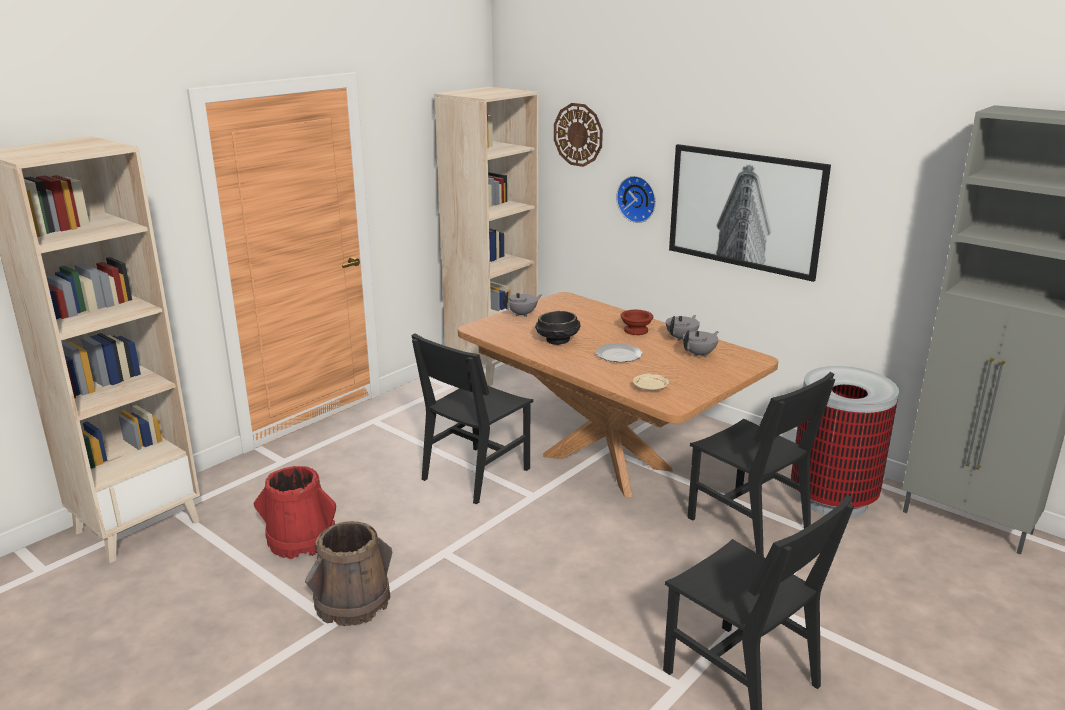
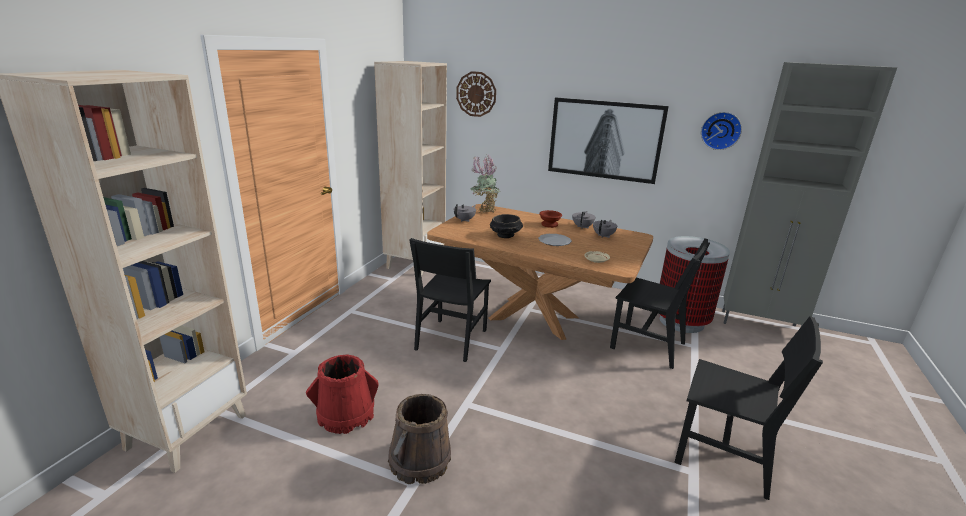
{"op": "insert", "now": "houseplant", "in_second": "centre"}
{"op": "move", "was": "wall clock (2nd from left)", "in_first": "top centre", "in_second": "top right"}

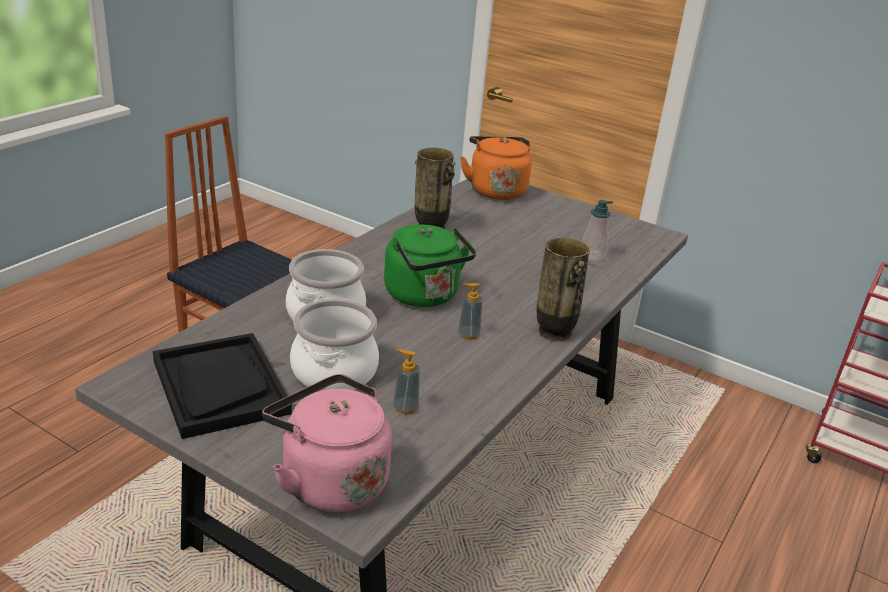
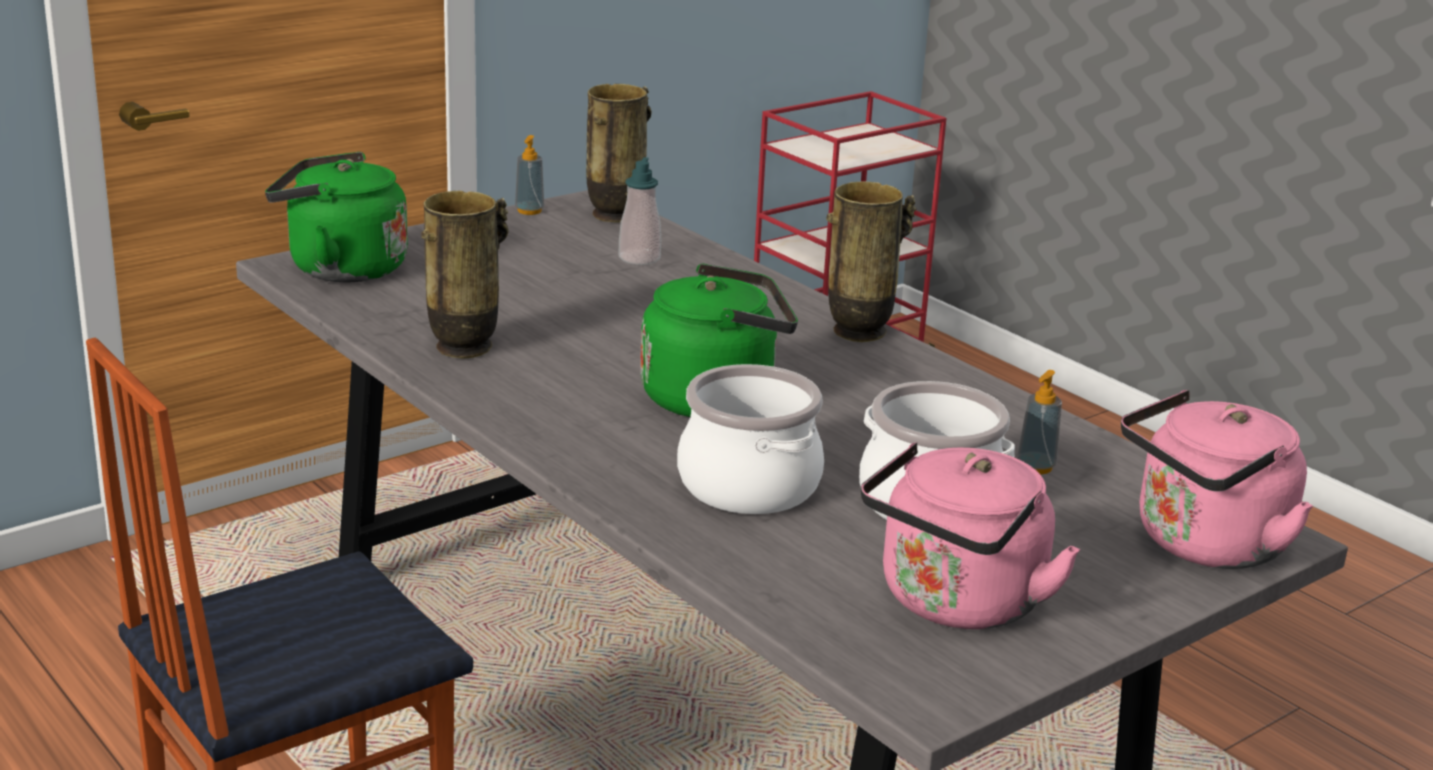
{"op": "insert", "now": "flower vase (2nd from left)", "in_second": "top centre"}
{"op": "move", "was": "soap dispenser (2nd from left in the first image)", "now": "soap dispenser (1st from left)", "in_first": "centre", "in_second": "top centre"}
{"op": "replace", "was": "blackish carrying tray", "now": "pink-coloured kettle (1st from left)", "in_first": "middle left", "in_second": "bottom right"}
{"op": "recolor", "was": "orangey kettle", "now": "greenish kettle (1st from left)", "in_first": "top centre", "in_second": "top left"}

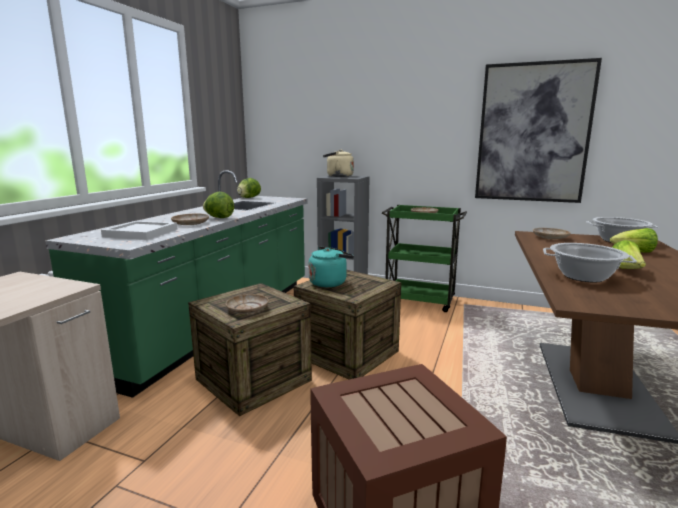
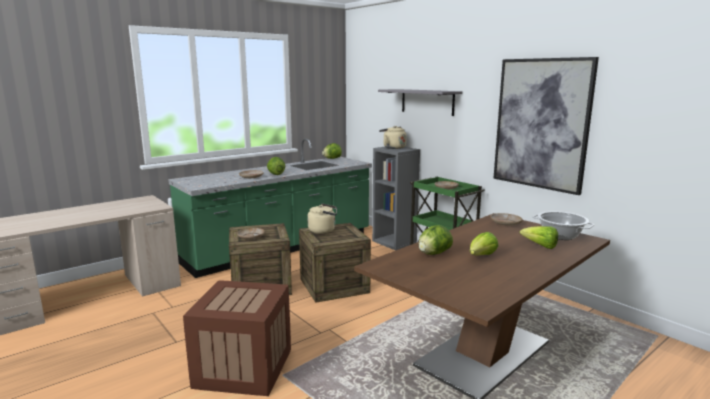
{"op": "delete", "was": "whitish carrying tray", "in_first": "middle left"}
{"op": "insert", "now": "gray wall shelf", "in_second": "top centre"}
{"op": "replace", "was": "stockpot (1st from left)", "now": "head of lettuce (3rd from left)", "in_first": "middle right", "in_second": "centre"}
{"op": "recolor", "was": "turquoise-coloured kettle", "now": "sand-coloured kettle (1st from left)", "in_first": "centre", "in_second": "centre"}

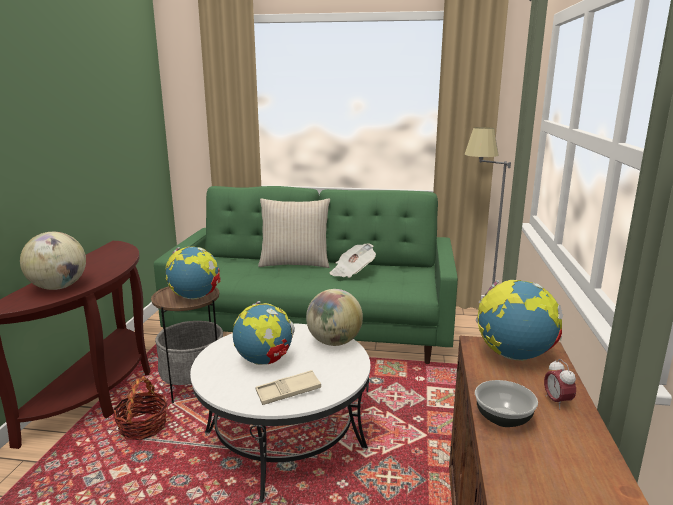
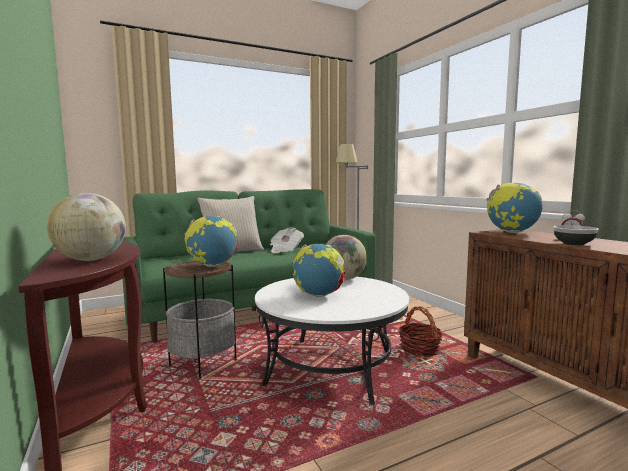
{"op": "delete", "was": "sand-coloured carrying tray", "in_first": "bottom centre"}
{"op": "move", "was": "household basket", "in_first": "bottom left", "in_second": "bottom right"}

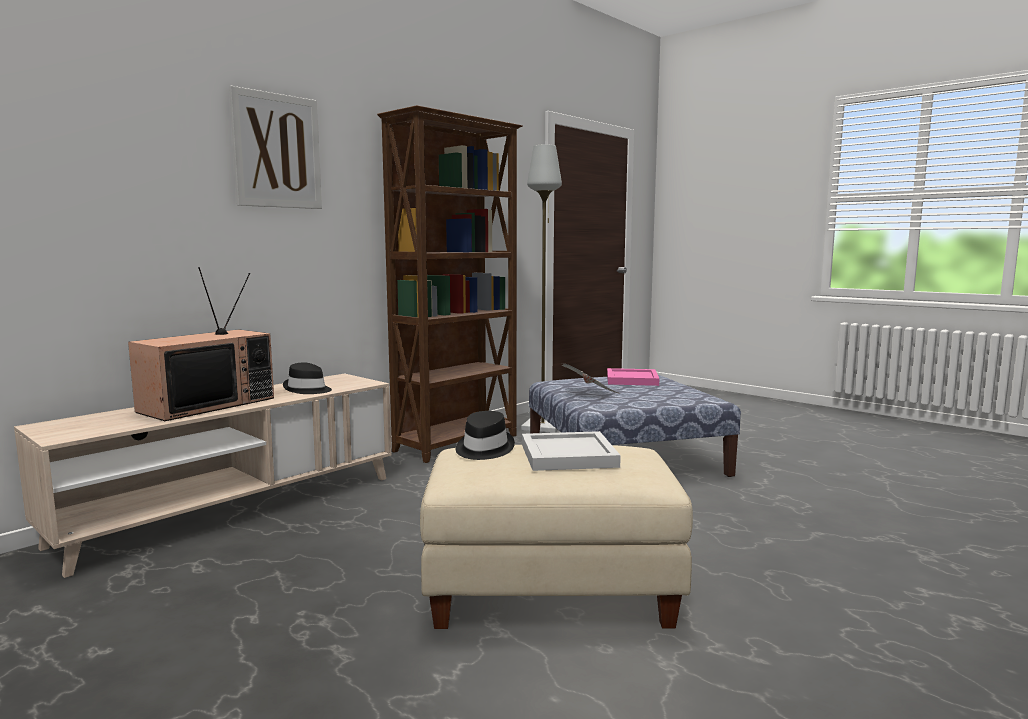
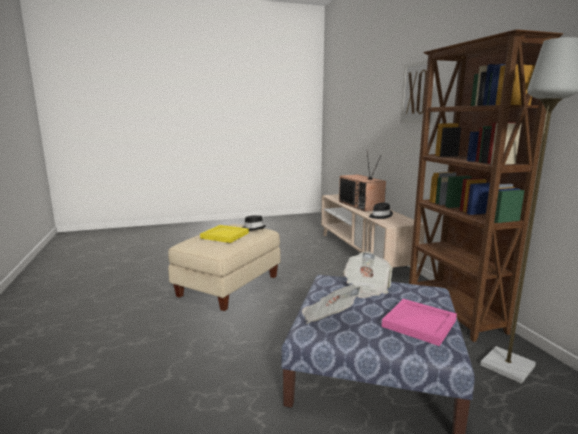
{"op": "insert", "now": "newspaper (1st from left)", "in_second": "bottom centre"}
{"op": "recolor", "was": "whitish carrying tray", "now": "yellowish carrying tray", "in_first": "centre", "in_second": "centre"}

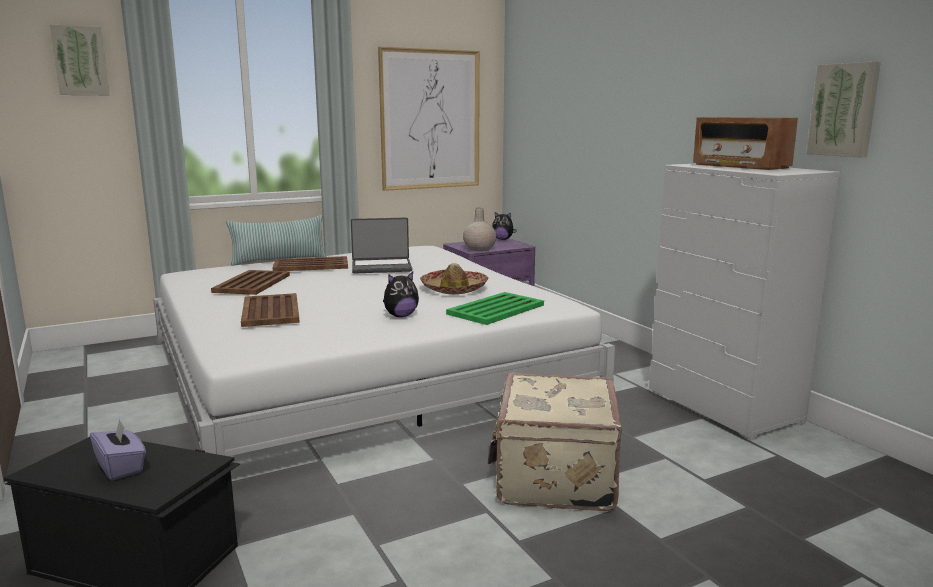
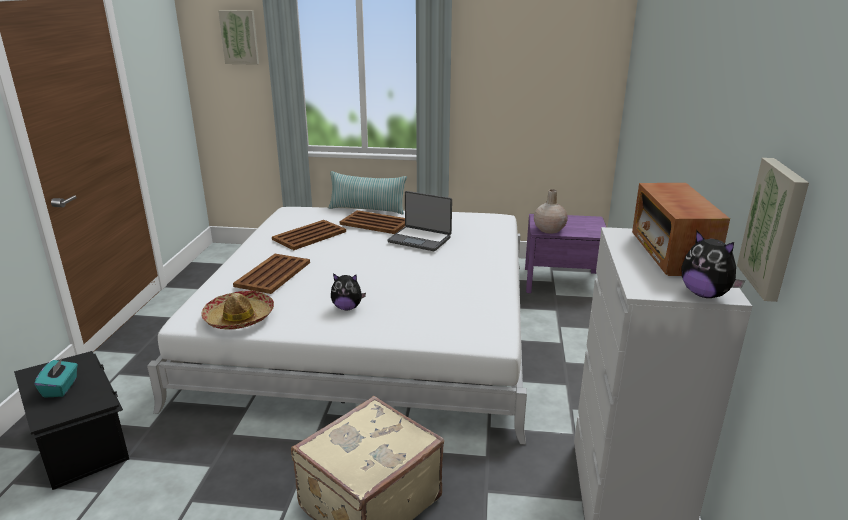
{"op": "delete", "was": "wall art (2nd from left)", "in_first": "top centre"}
{"op": "delete", "was": "greenish carrying tray", "in_first": "centre"}
{"op": "move", "was": "hat", "in_first": "centre", "in_second": "middle left"}
{"op": "move", "was": "cuddly toy (2nd from left)", "in_first": "centre", "in_second": "middle right"}
{"op": "recolor", "was": "purple-coloured tissue holder", "now": "turquoise-coloured tissue holder", "in_first": "bottom left", "in_second": "bottom left"}

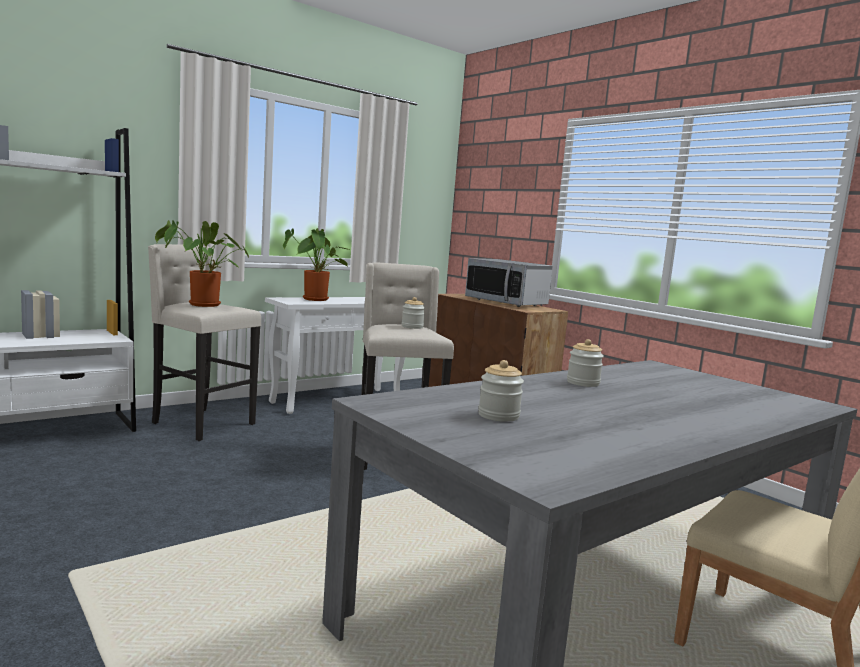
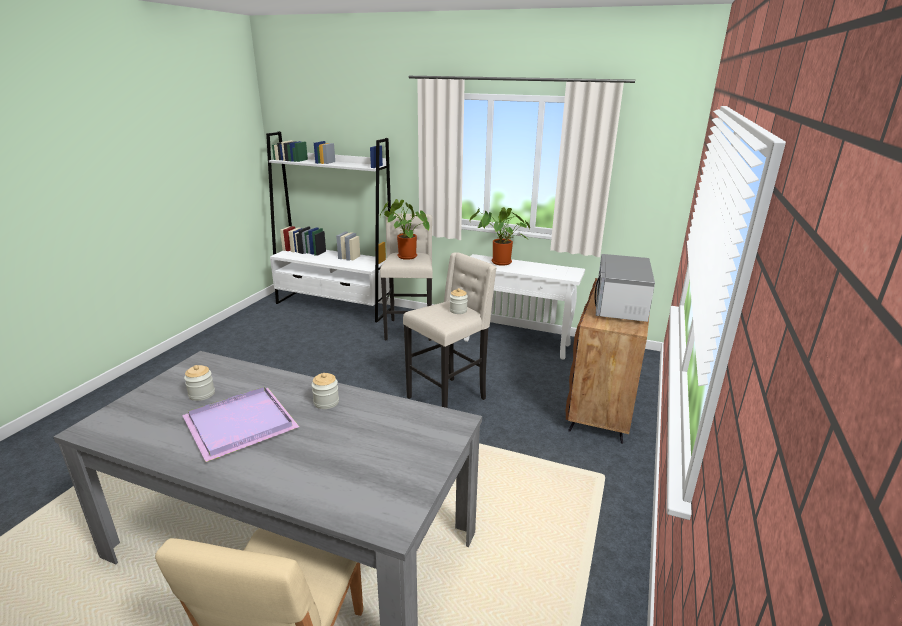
{"op": "insert", "now": "purple-coloured carrying tray", "in_second": "bottom left"}

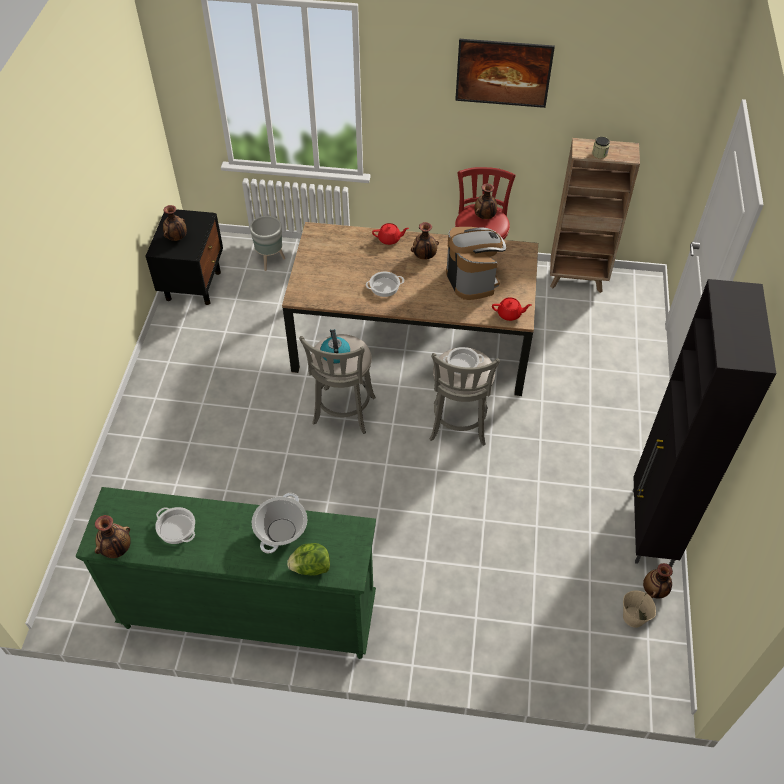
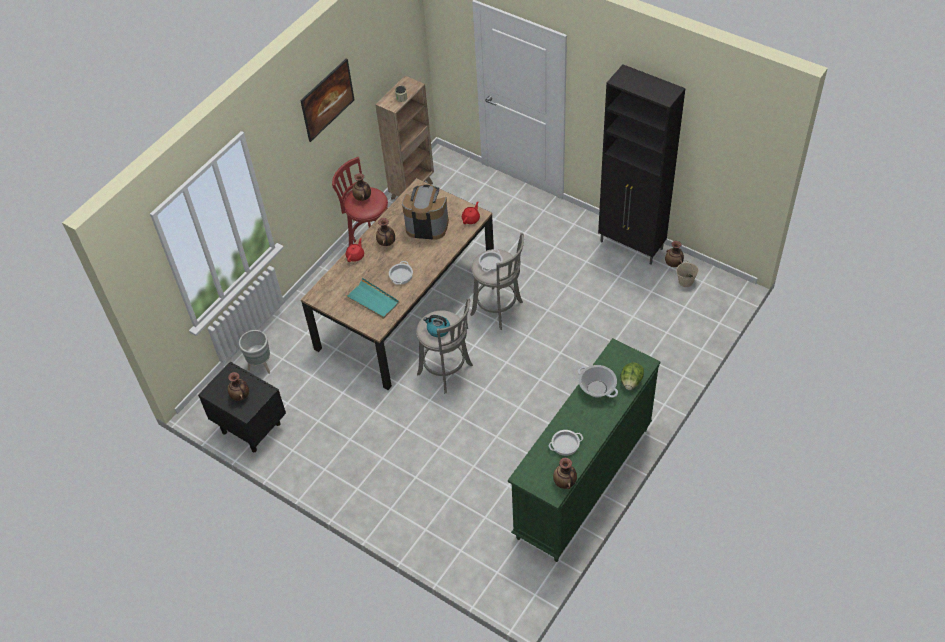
{"op": "insert", "now": "turquoise-coloured carrying tray", "in_second": "centre"}

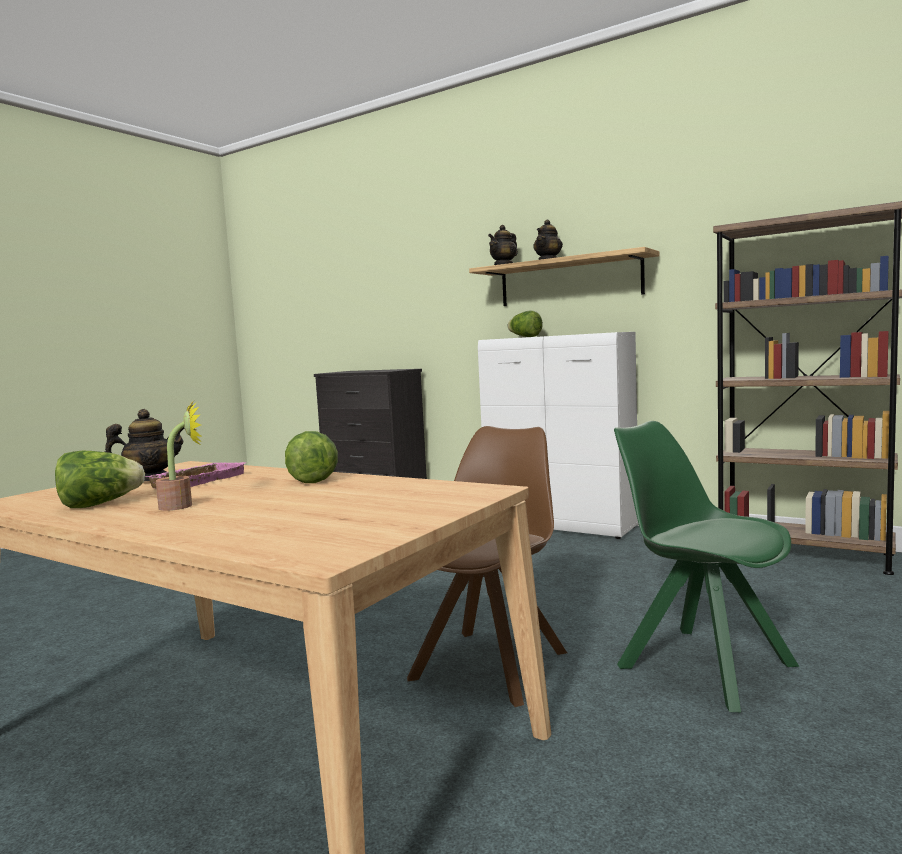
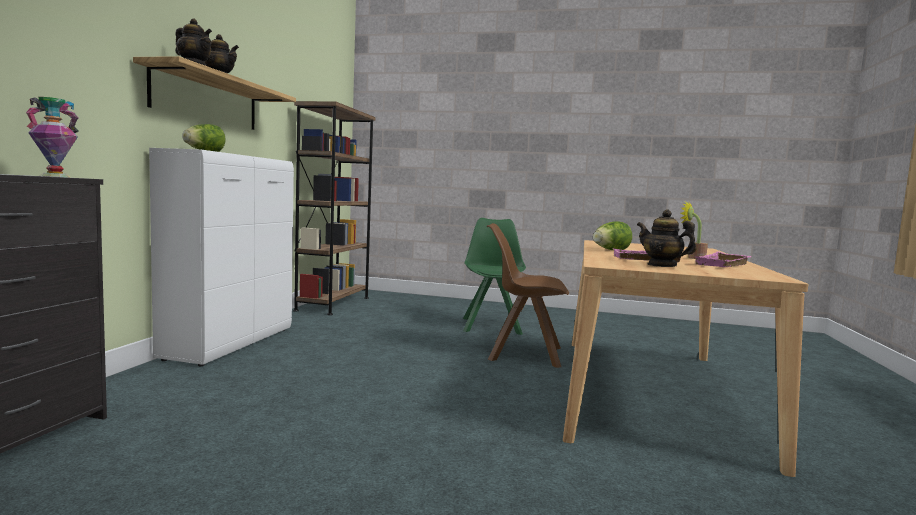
{"op": "insert", "now": "flower vase", "in_second": "top left"}
{"op": "replace", "was": "head of lettuce (1st from left)", "now": "pink-coloured carrying tray (2nd from left)", "in_first": "middle left", "in_second": "middle right"}
{"op": "rotate", "was": "greenish chair", "in_first": "middle right", "in_second": "centre", "clockwise": 150}

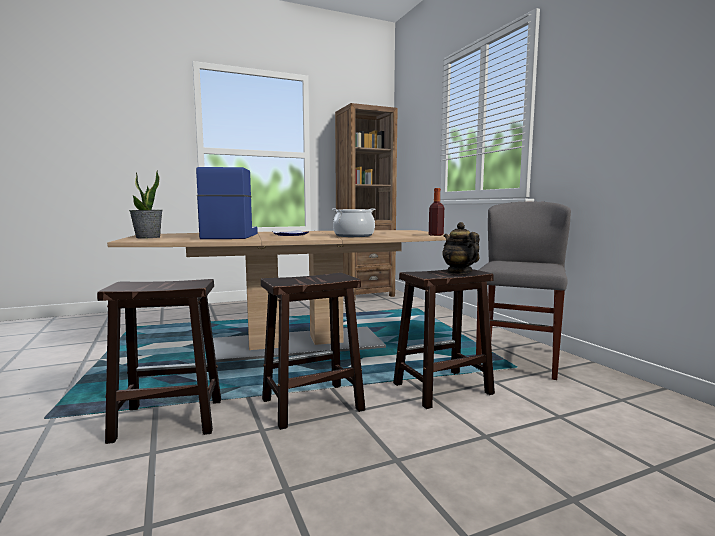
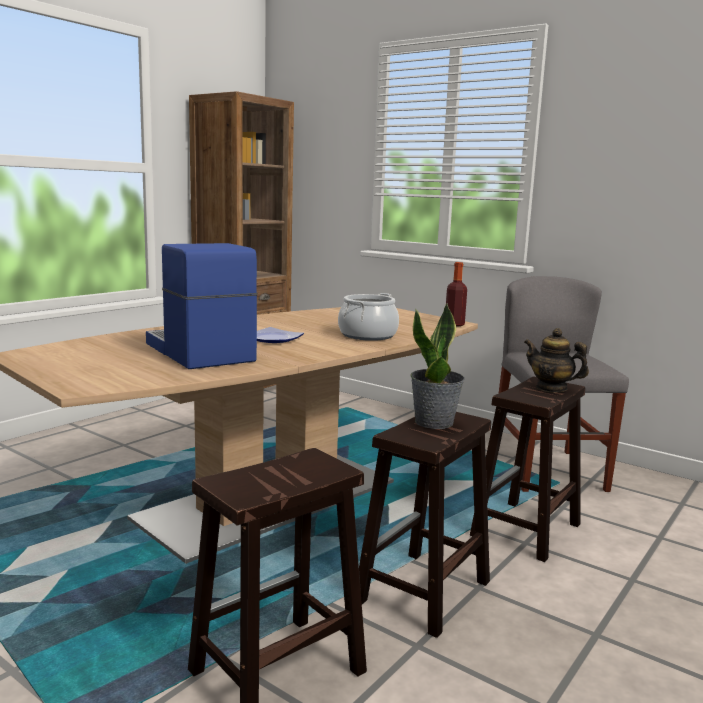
{"op": "move", "was": "houseplant", "in_first": "middle left", "in_second": "centre"}

